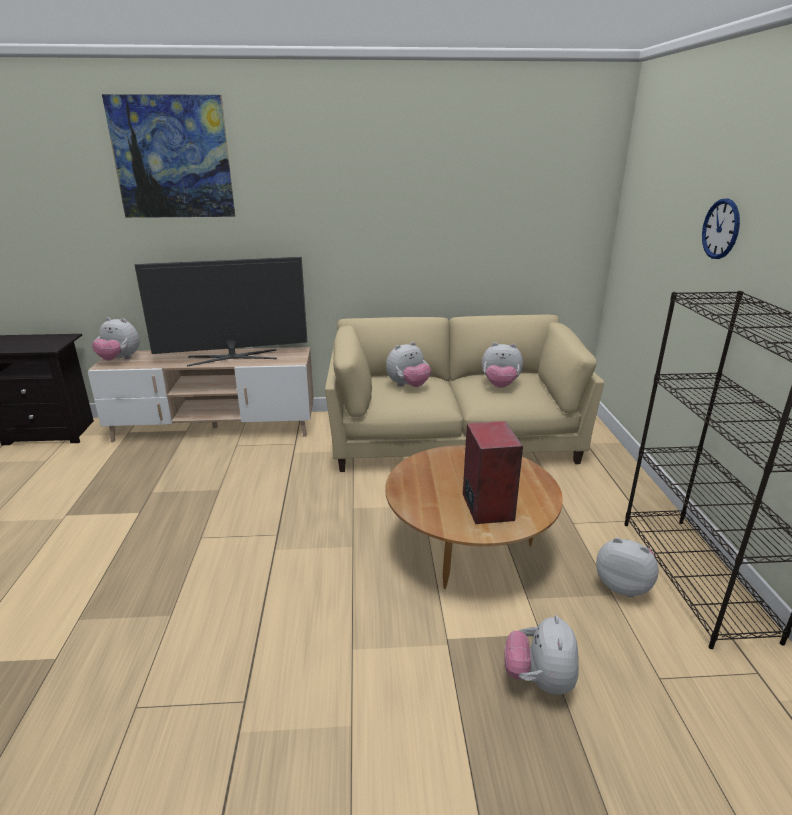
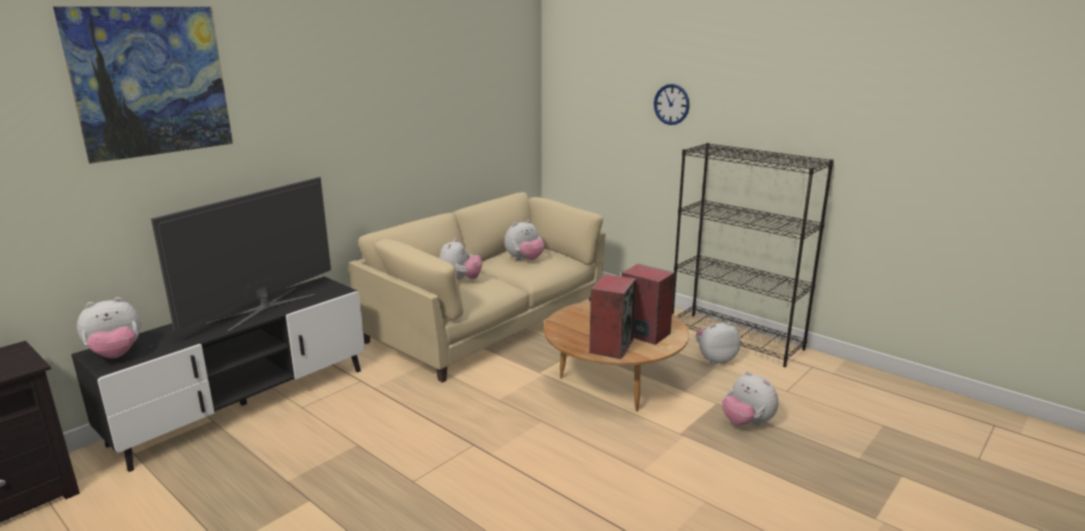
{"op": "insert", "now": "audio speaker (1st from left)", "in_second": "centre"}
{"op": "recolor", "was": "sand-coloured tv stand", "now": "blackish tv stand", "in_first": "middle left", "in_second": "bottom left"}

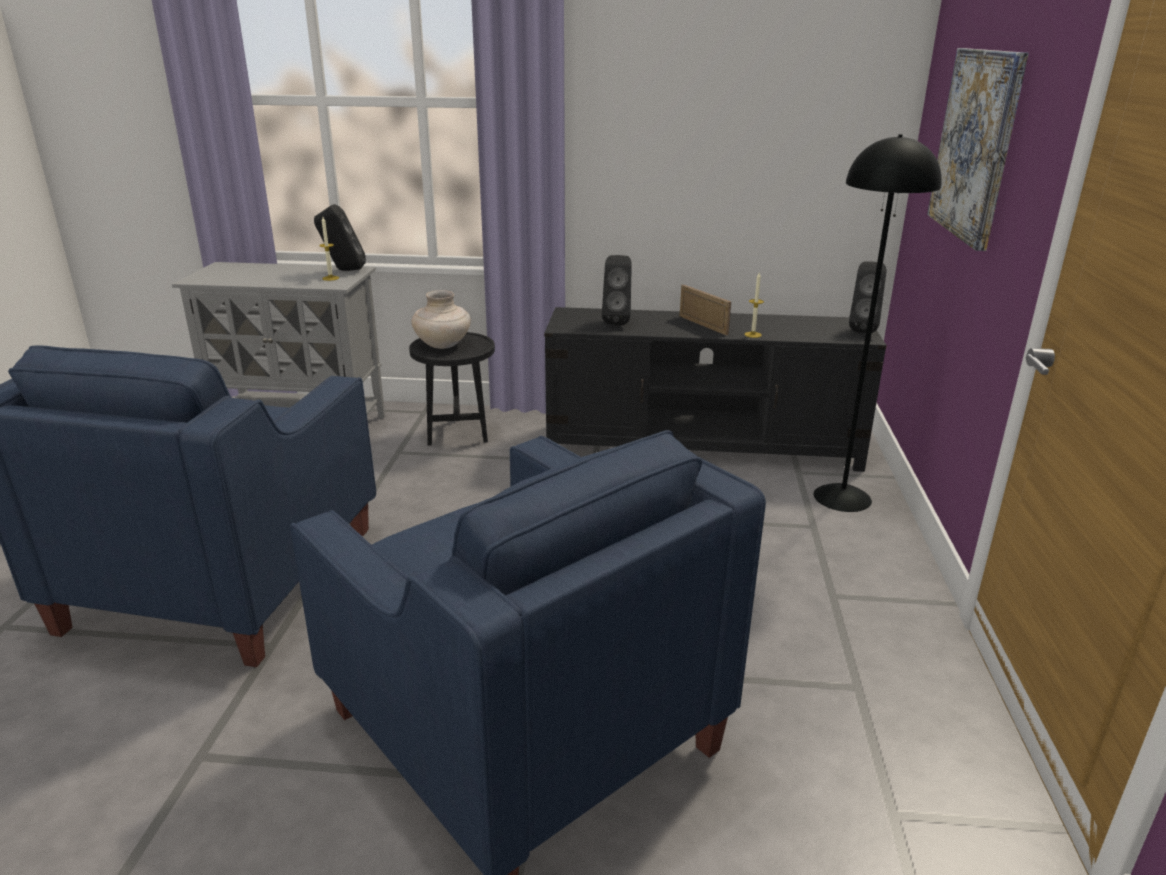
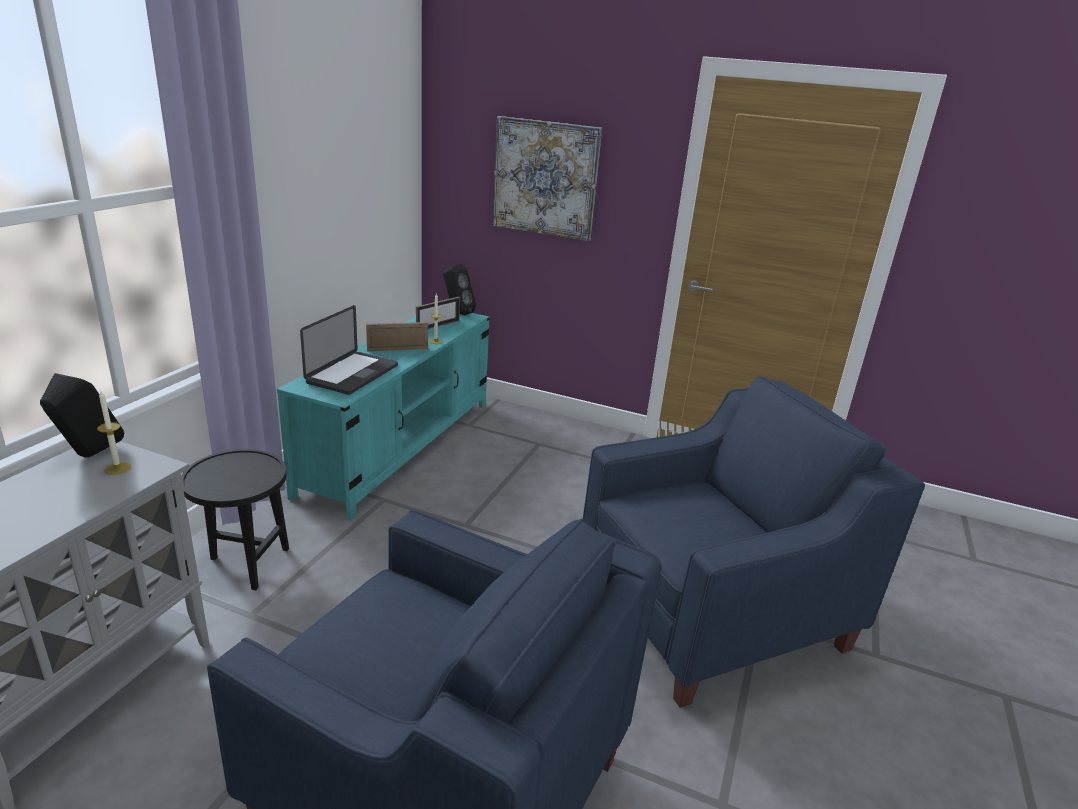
{"op": "delete", "was": "sand-coloured flower vase", "in_first": "centre"}
{"op": "delete", "was": "blackish standing lamp", "in_first": "middle right"}
{"op": "insert", "now": "standing frame (2nd from left)", "in_second": "centre"}
{"op": "replace", "was": "blackish audio speaker (2nd from left)", "now": "laptop", "in_first": "top centre", "in_second": "middle left"}
{"op": "recolor", "was": "blackish tv stand", "now": "turquoise-coloured tv stand", "in_first": "centre", "in_second": "centre"}

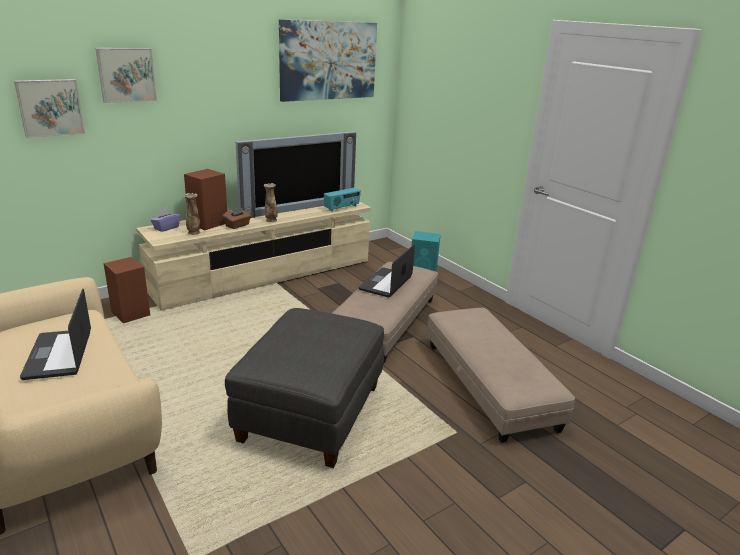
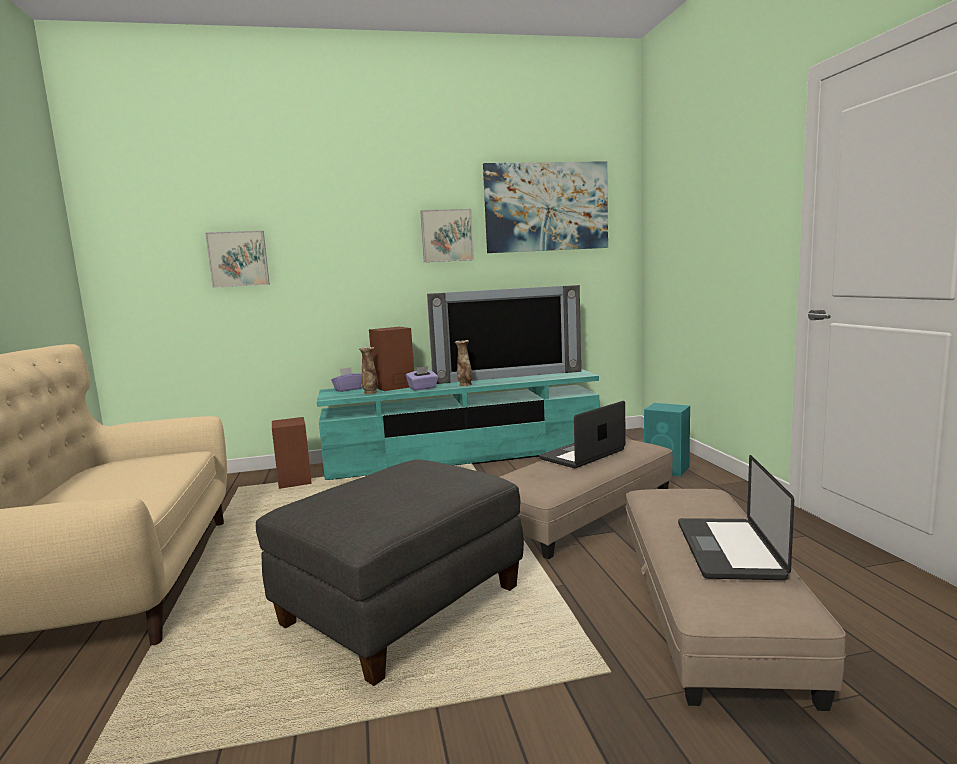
{"op": "delete", "was": "radio", "in_first": "centre"}
{"op": "move", "was": "laptop (1st from left in the first image)", "now": "laptop (2nd from left)", "in_first": "middle left", "in_second": "bottom right"}
{"op": "move", "was": "wall art (2nd from left)", "in_first": "top left", "in_second": "top centre"}
{"op": "recolor", "was": "sand-coloured tv stand", "now": "turquoise-coloured tv stand", "in_first": "centre", "in_second": "centre"}
{"op": "recolor", "was": "brown tissue holder", "now": "purple-coloured tissue holder (2nd from left)", "in_first": "middle left", "in_second": "centre"}

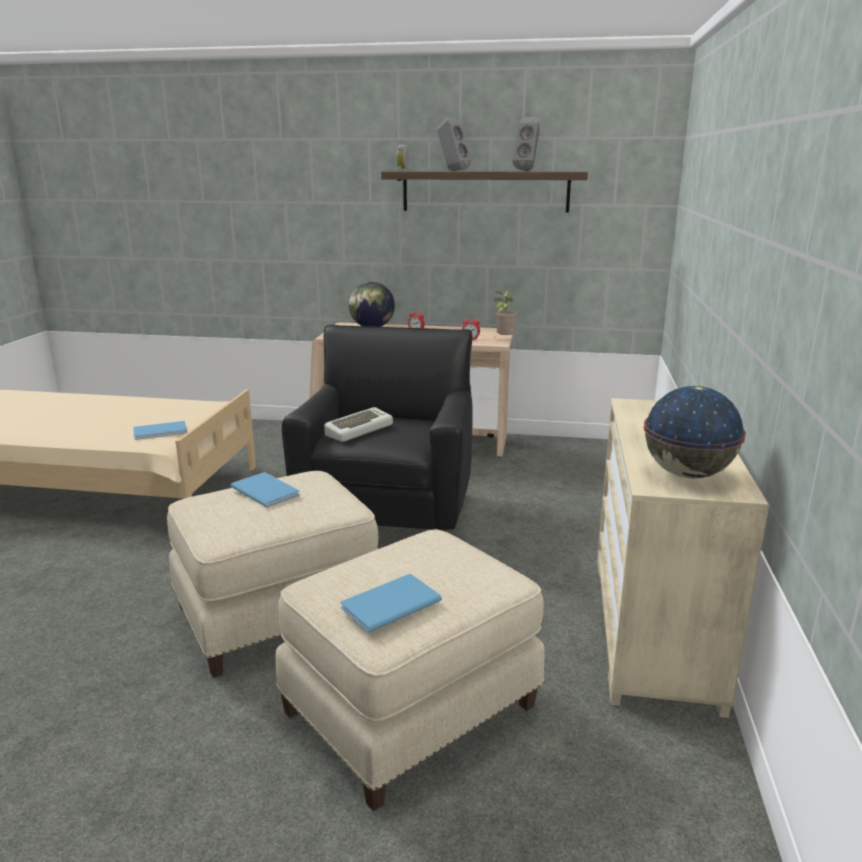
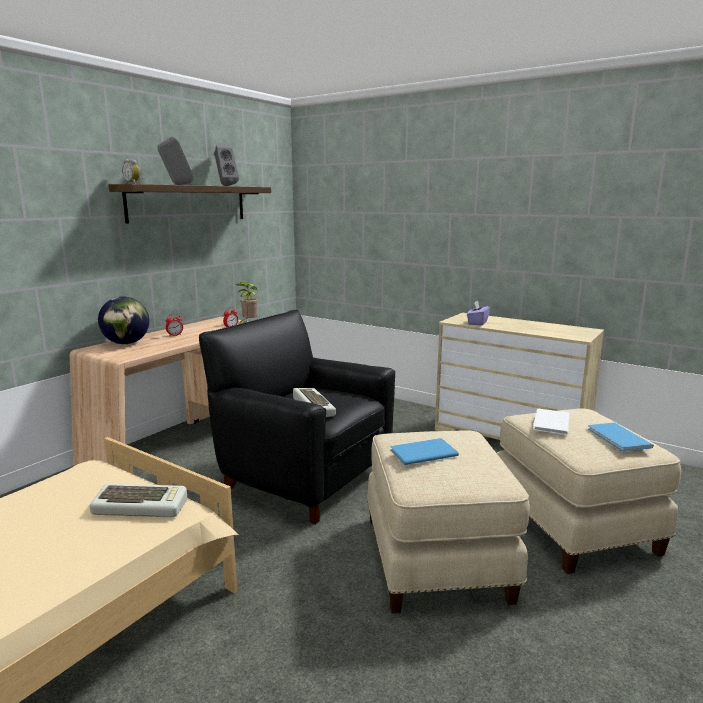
{"op": "delete", "was": "globe (2nd from left)", "in_first": "middle right"}
{"op": "insert", "now": "purple-coloured tissue holder", "in_second": "middle right"}
{"op": "insert", "now": "whitish bound book", "in_second": "middle right"}
{"op": "replace", "was": "blue-coloured bound book (1st from left)", "now": "keyboard (1st from left)", "in_first": "middle left", "in_second": "bottom left"}

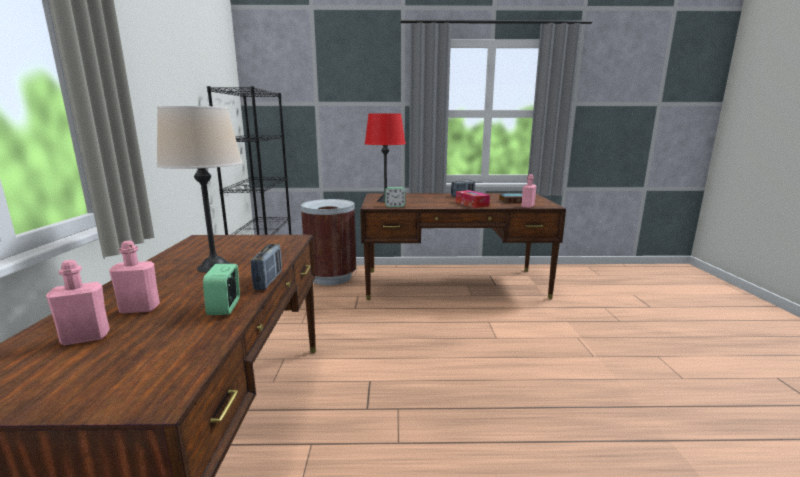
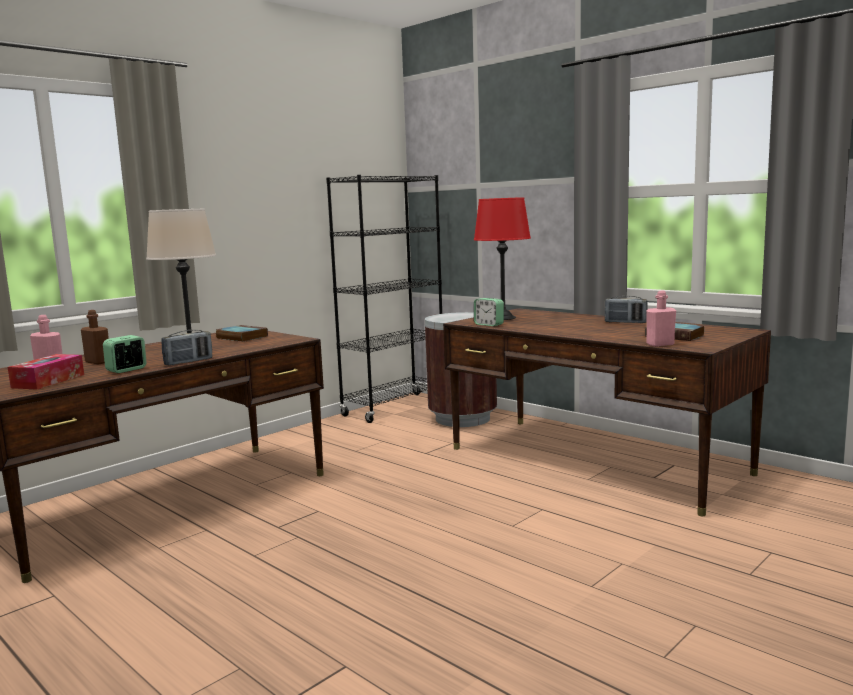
{"op": "insert", "now": "bound book (1st from left)", "in_second": "middle left"}
{"op": "move", "was": "tissue holder", "in_first": "centre", "in_second": "middle left"}
{"op": "recolor", "was": "pink-coloured bottle (2nd from left)", "now": "brown bottle", "in_first": "middle left", "in_second": "middle left"}

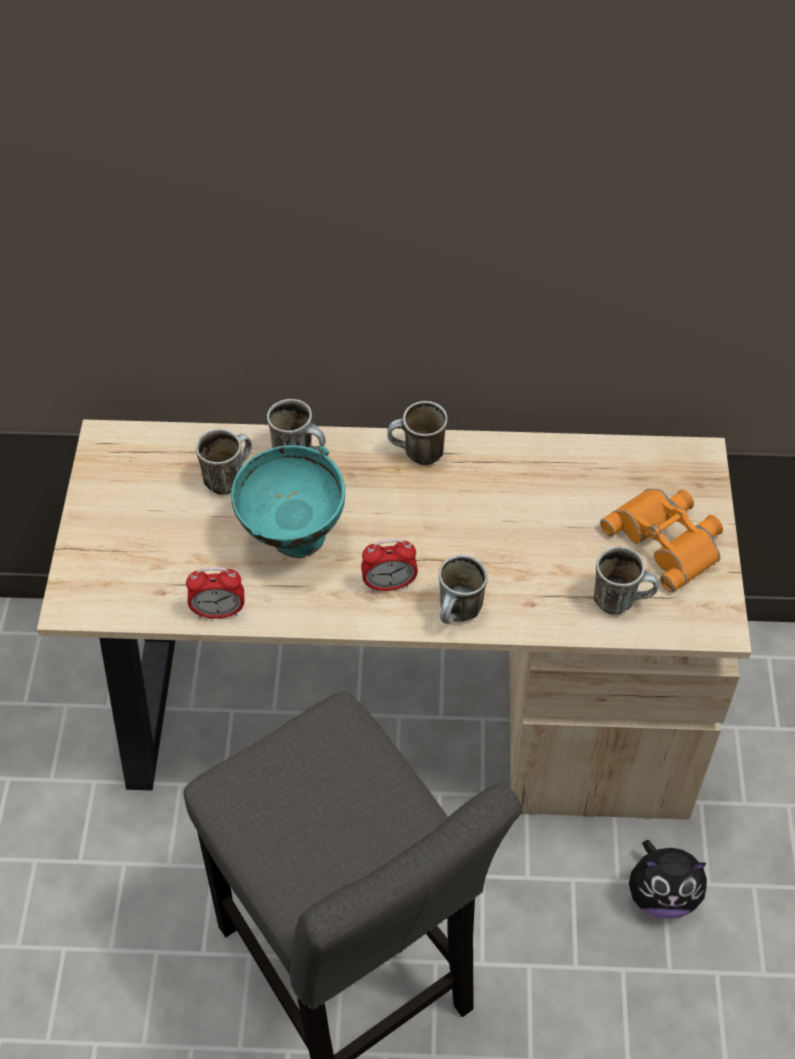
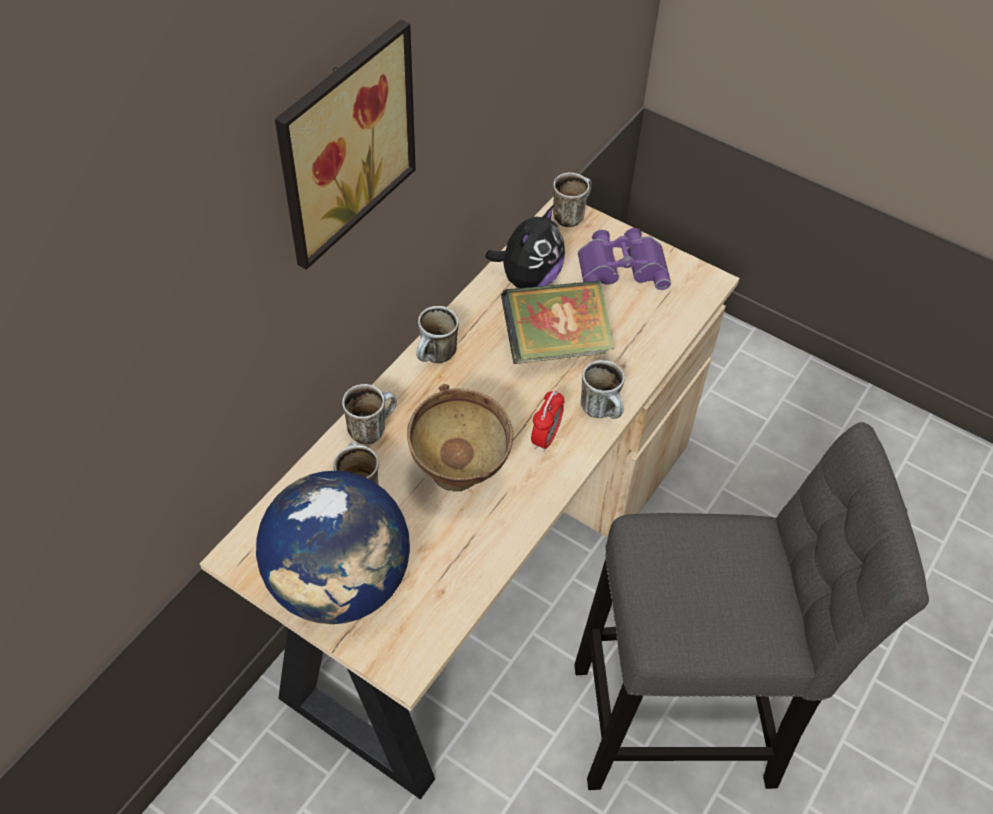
{"op": "delete", "was": "table clock (1st from left)", "in_first": "middle left"}
{"op": "insert", "now": "globe", "in_second": "bottom centre"}
{"op": "insert", "now": "wall art", "in_second": "top centre"}
{"op": "insert", "now": "bound book", "in_second": "centre"}
{"op": "move", "was": "tea mug (5th from left in the first image)", "now": "tea mug (4th from left)", "in_first": "middle right", "in_second": "top centre"}
{"op": "move", "was": "cuddly toy", "in_first": "bottom right", "in_second": "top centre"}
{"op": "recolor", "was": "turquoise-coloured bowl", "now": "brown bowl", "in_first": "centre", "in_second": "centre"}
{"op": "recolor", "was": "orangey field glasses", "now": "purple-coloured field glasses", "in_first": "middle right", "in_second": "top centre"}

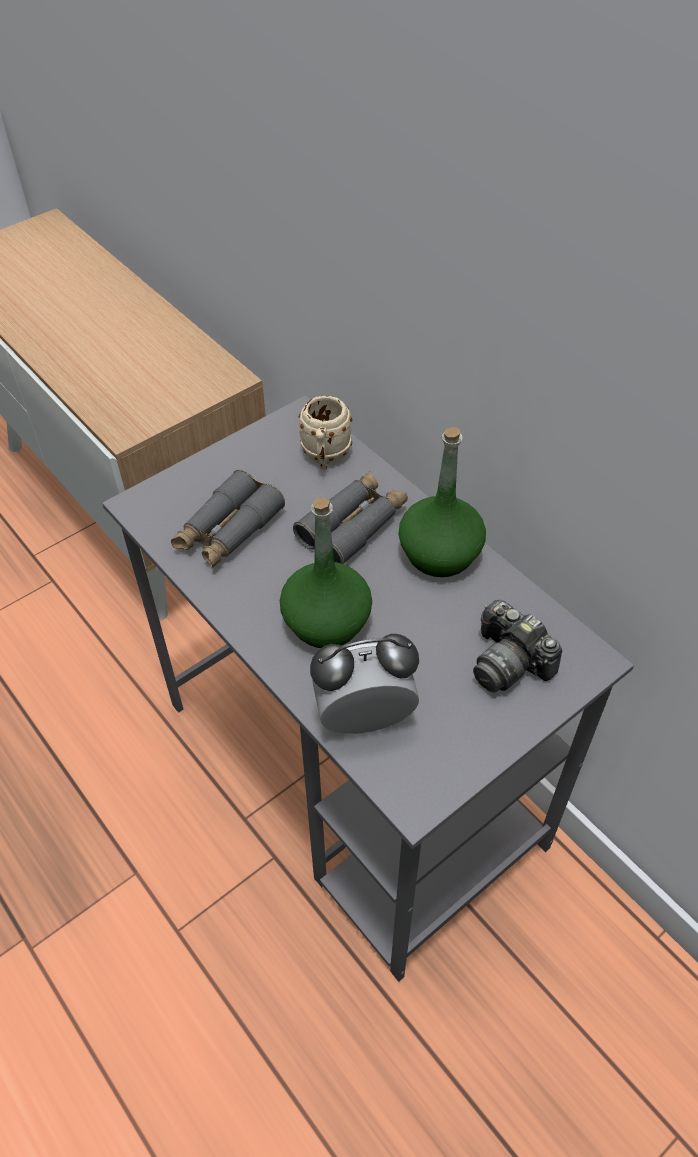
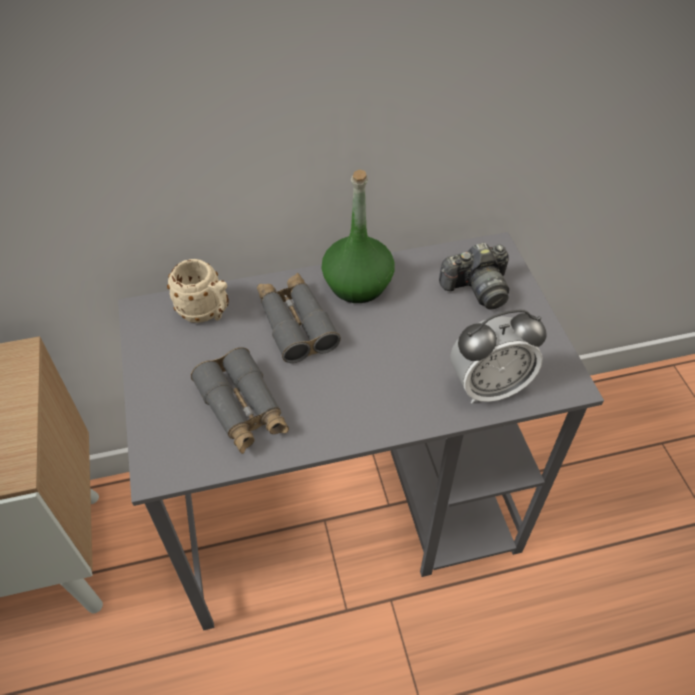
{"op": "delete", "was": "greenish bottle (1st from left)", "in_first": "centre"}
{"op": "rotate", "was": "table clock", "in_first": "centre", "in_second": "middle right", "clockwise": -120}

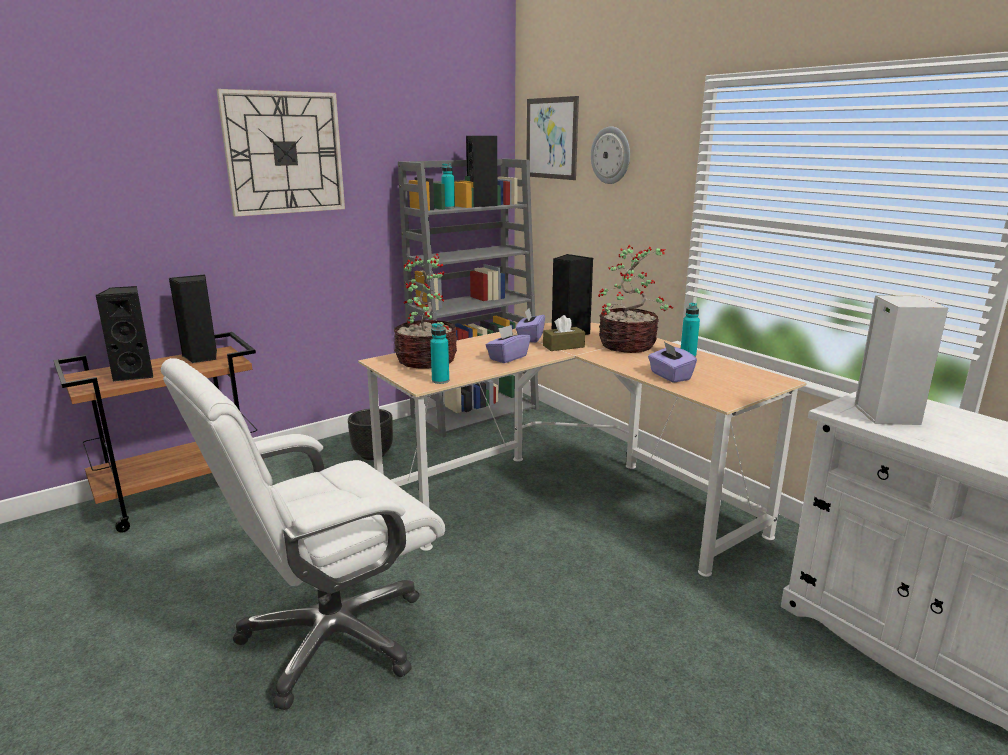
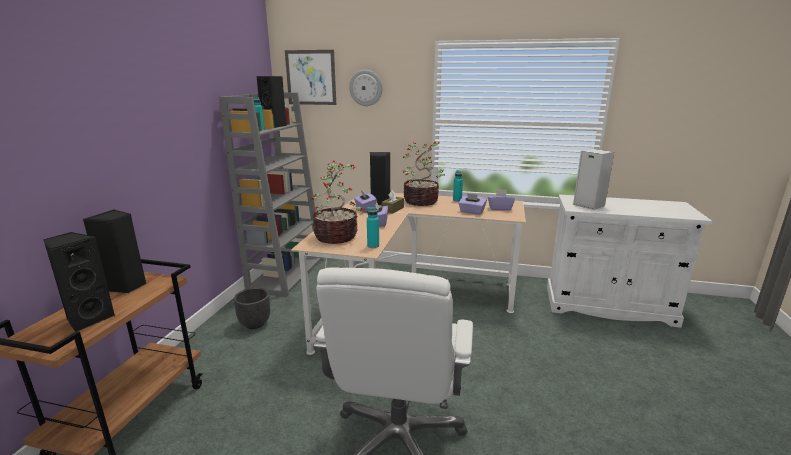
{"op": "delete", "was": "wall clock (1st from left)", "in_first": "top left"}
{"op": "insert", "now": "purple-coloured tissue holder (4th from left)", "in_second": "centre"}

